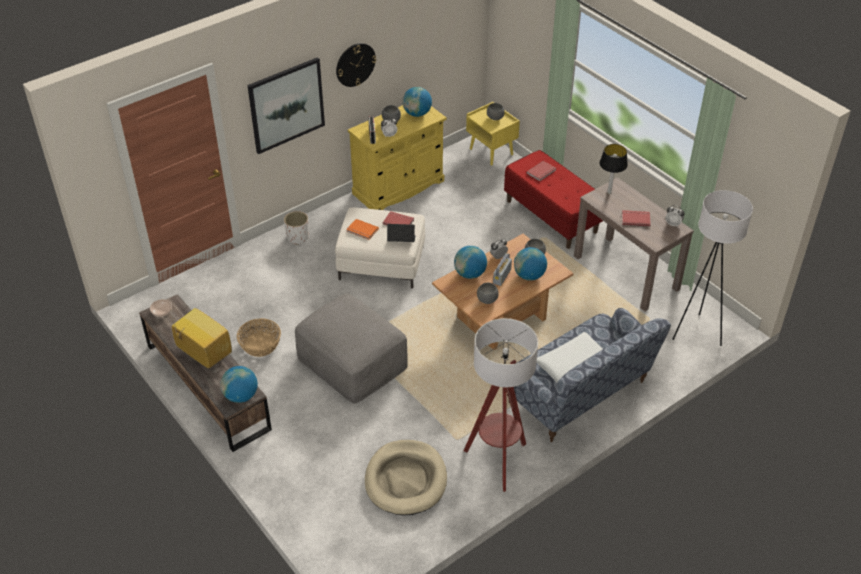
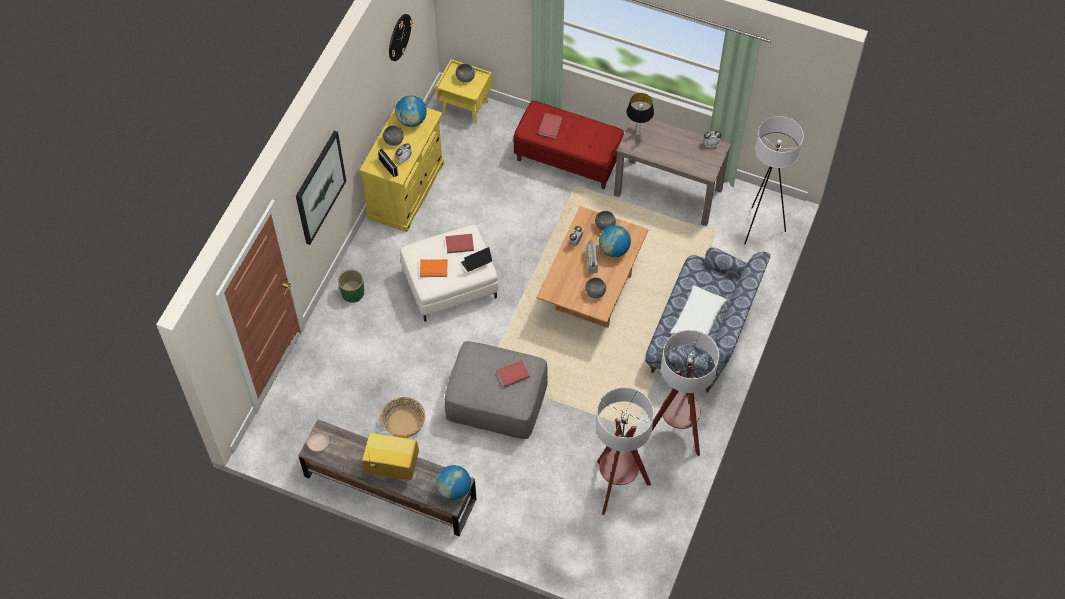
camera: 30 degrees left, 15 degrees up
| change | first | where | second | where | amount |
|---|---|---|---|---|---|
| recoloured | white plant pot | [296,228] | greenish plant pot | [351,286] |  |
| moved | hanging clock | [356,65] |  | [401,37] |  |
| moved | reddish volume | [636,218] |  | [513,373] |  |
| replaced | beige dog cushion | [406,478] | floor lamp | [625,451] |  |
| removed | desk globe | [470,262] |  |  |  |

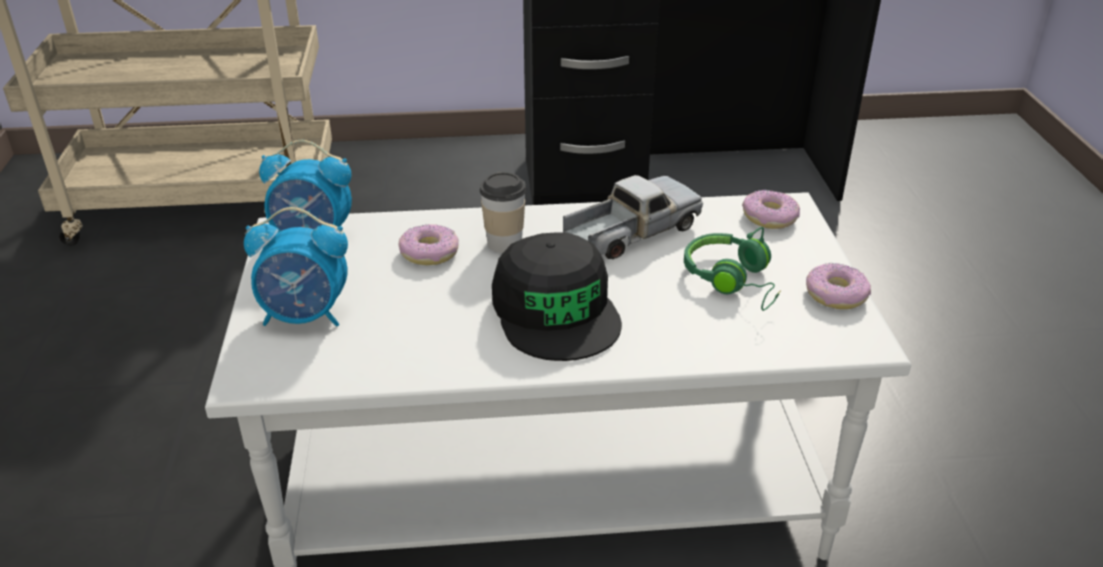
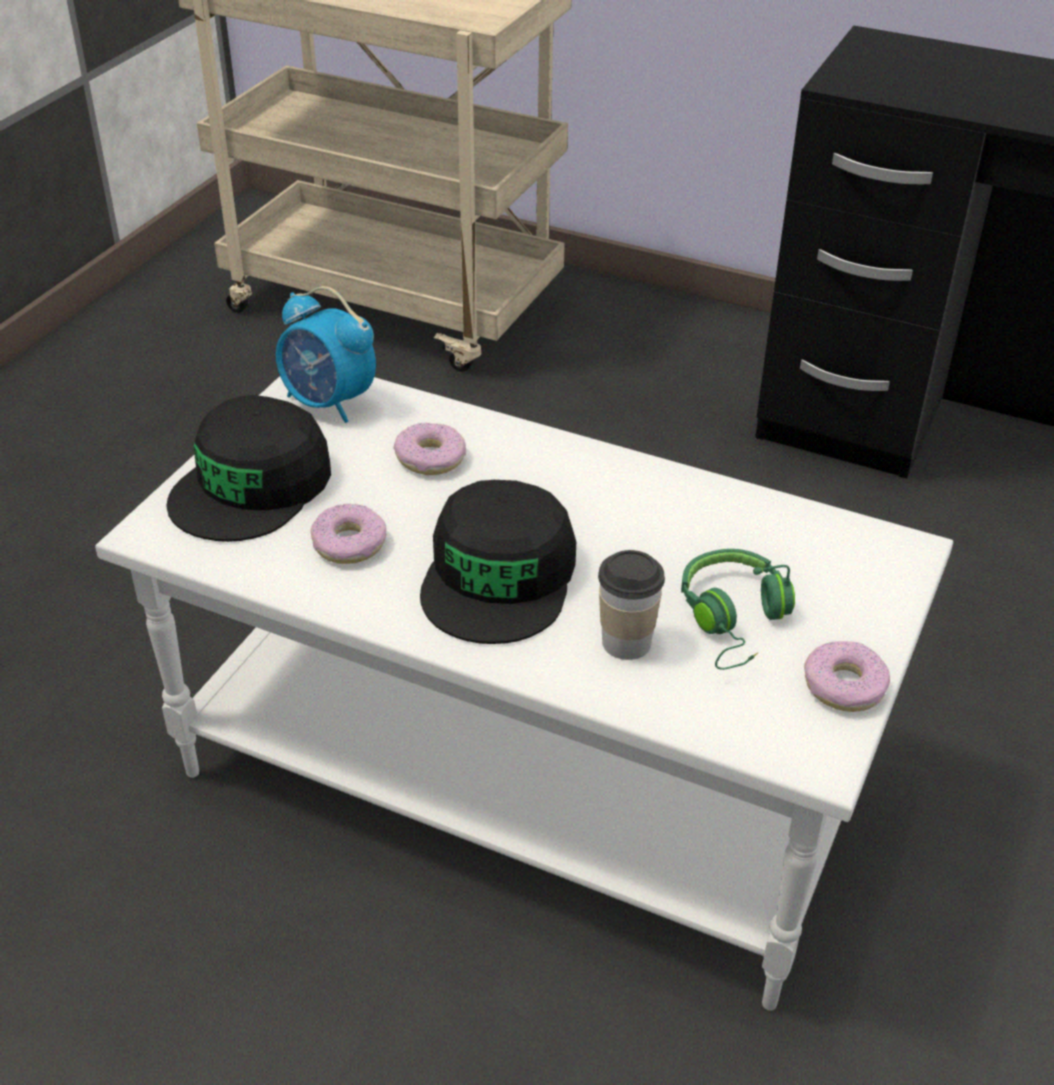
camera: 30 degrees right, 5 degrees up
| change | first | where | second | where | amount |
|---|---|---|---|---|---|
| replaced | table clock | [296,266] | black peaked cap | [248,468] |  |
| moved | doughnut | [771,209] |  | [348,534] |  |
| moved | drinking cup | [503,212] |  | [631,605] |  |
| removed | toy truck | [633,217] |  |  |  |

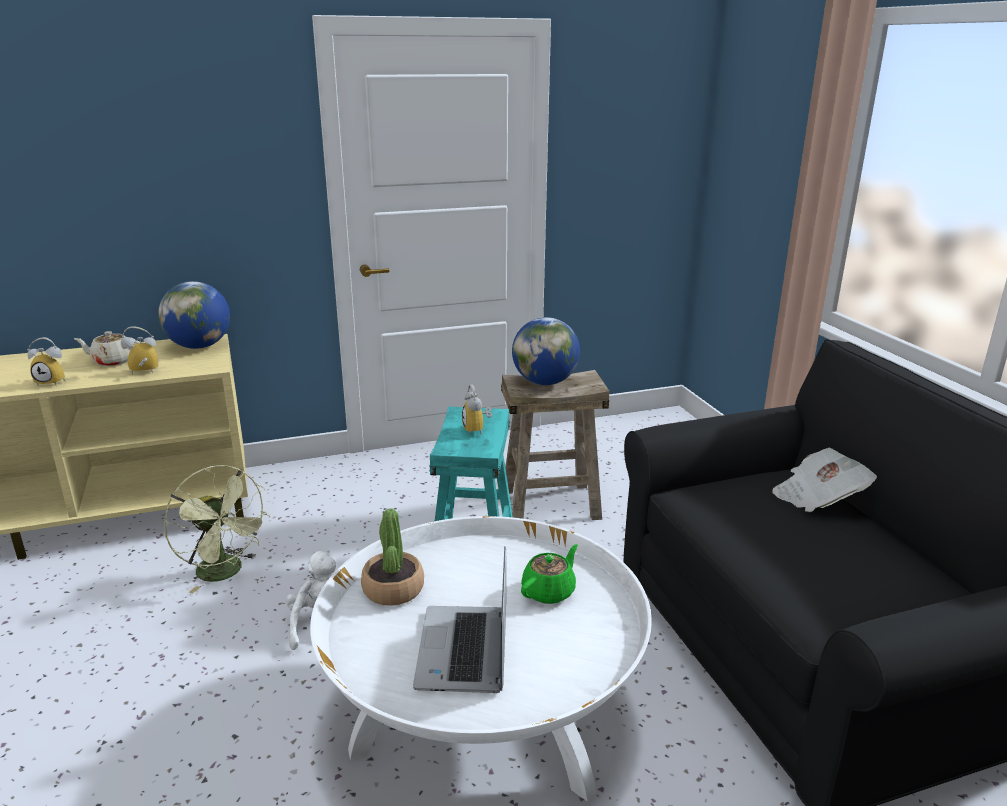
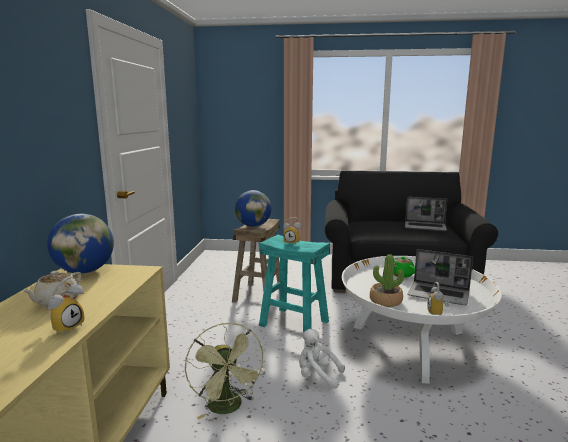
camera: 65 degrees left, 10 degrees down
| change | first | where | second | where | amount |
|---|---|---|---|---|---|
| turned | greenish electric fan | [217,529] |  | [225,371] | 90 degrees clockwise |
| added |  |  | laptop | [426,214] |  |
| moved | table clock | [140,350] |  | [438,298] |  |
| removed | printed paper | [825,480] |  |  |  |

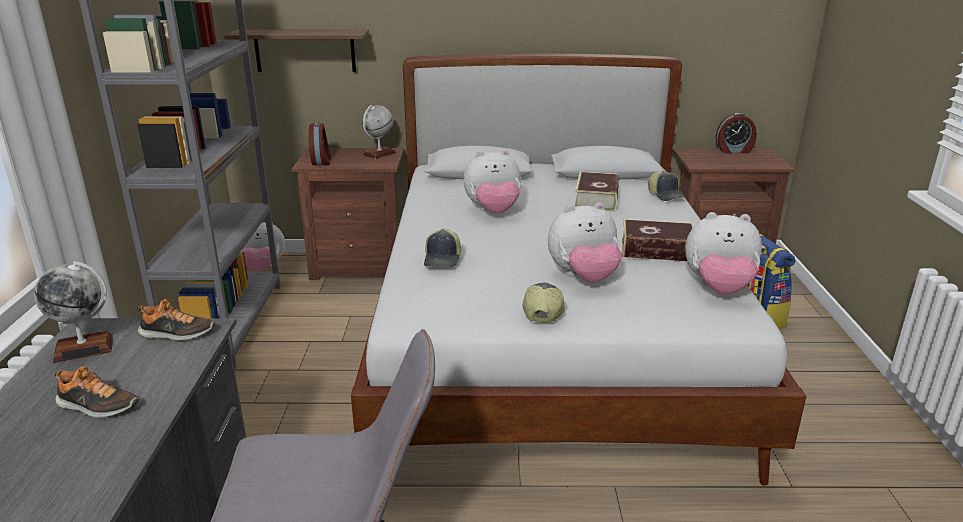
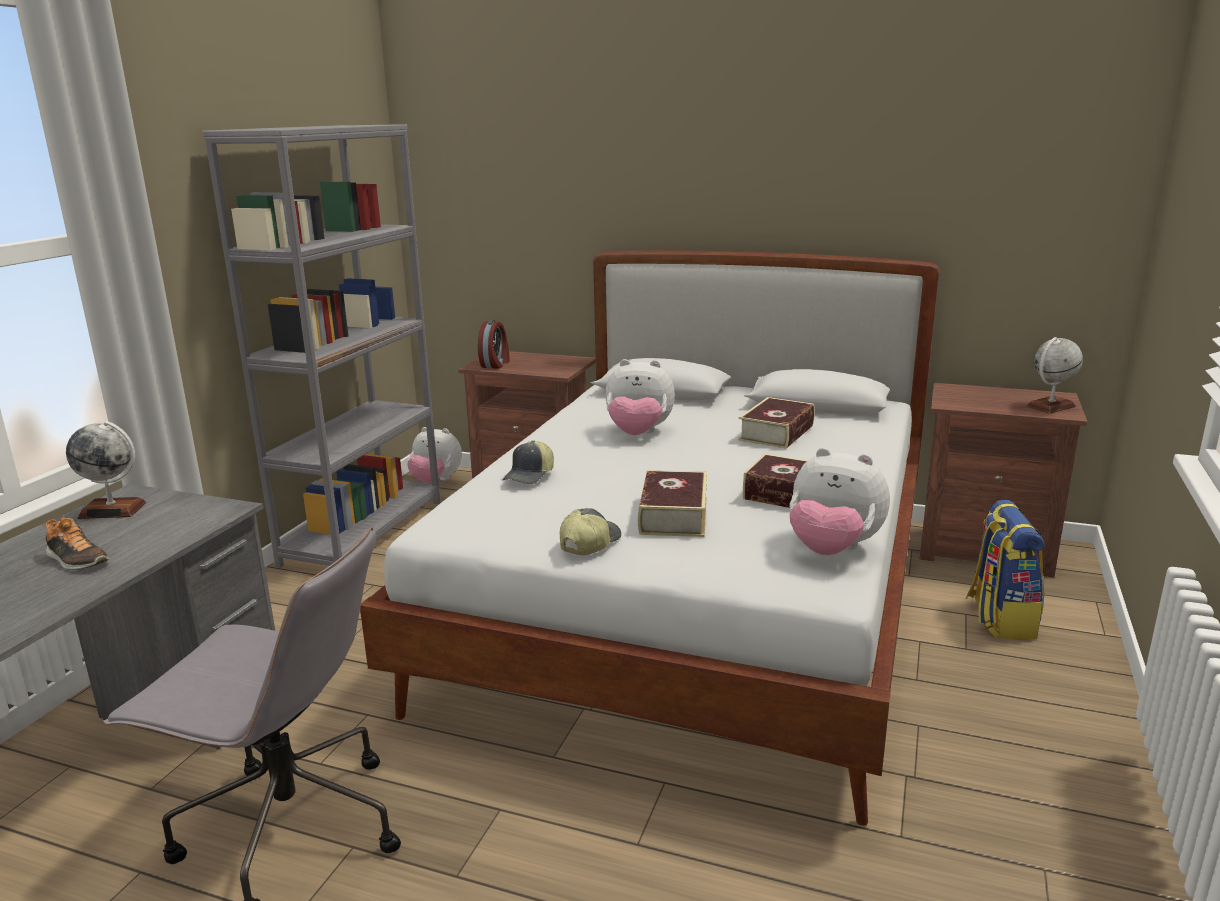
camera: 20 degrees right, 5 degrees down
| change | first | where | second | where | amount |
|---|---|---|---|---|---|
| replaced | soft toy | [585,242] | volume | [672,503] |  |
| moved | desk globe | [379,132] |  | [1054,375] |  |
| removed | low shoe | [176,320] |  |  |  |
| removed | shelf | [296,50] |  |  |  |
| removed | peaked cap | [667,186] |  |  |  |
| removed | table clock | [736,133] |  |  |  |

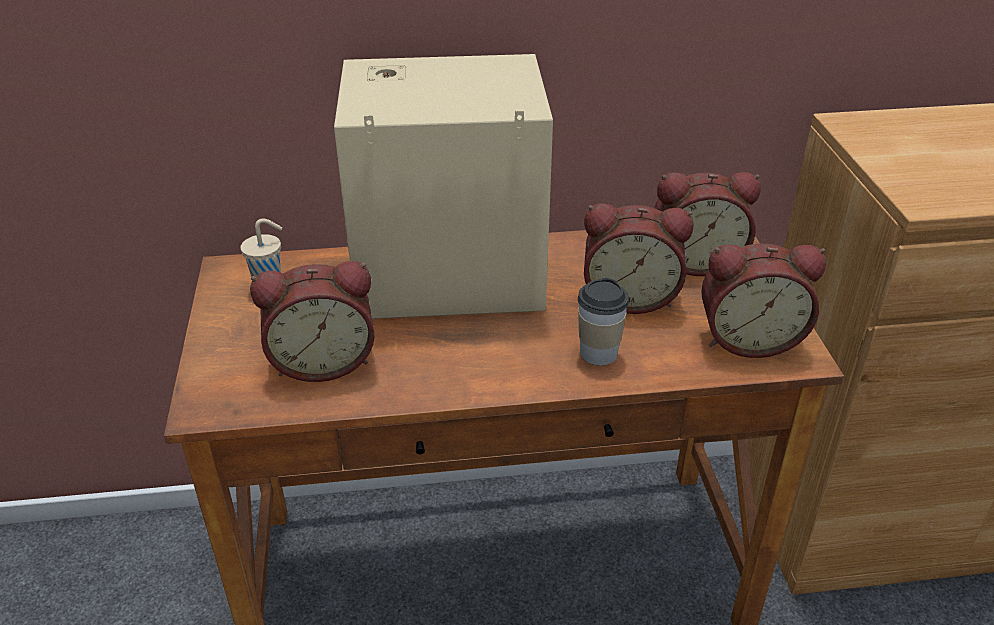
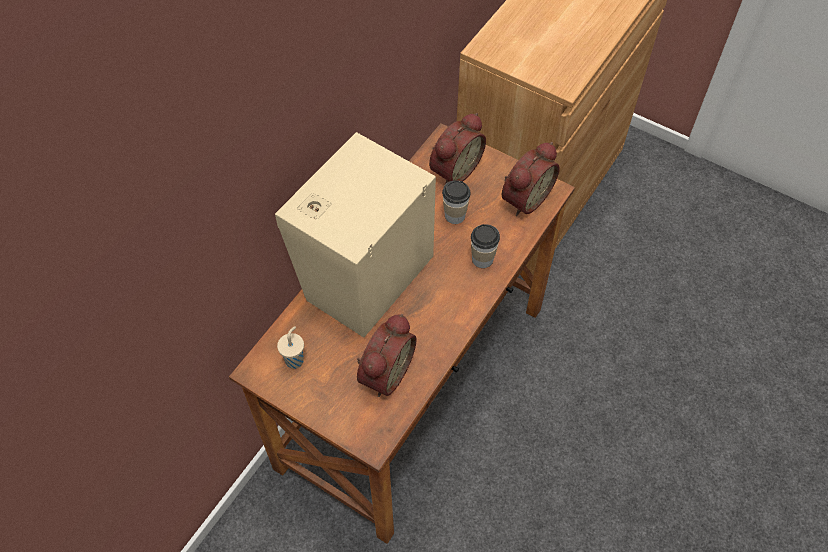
camera: 50 degrees left, 20 degrees up
| change | first | where | second | where | amount |
|---|---|---|---|---|---|
| replaced | table clock | [639,258] | drinking cup | [456,202] |  |

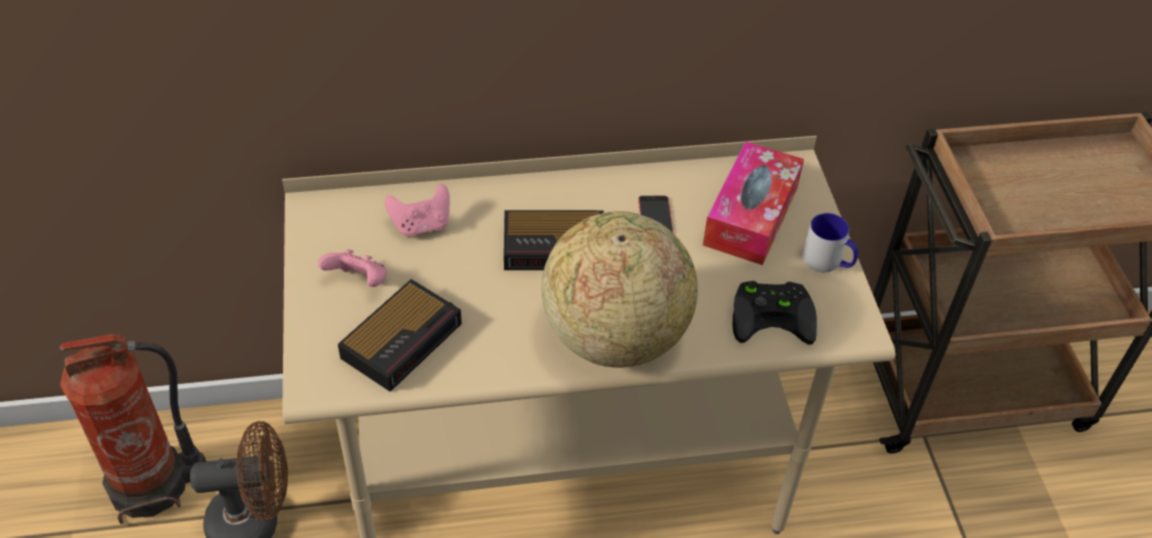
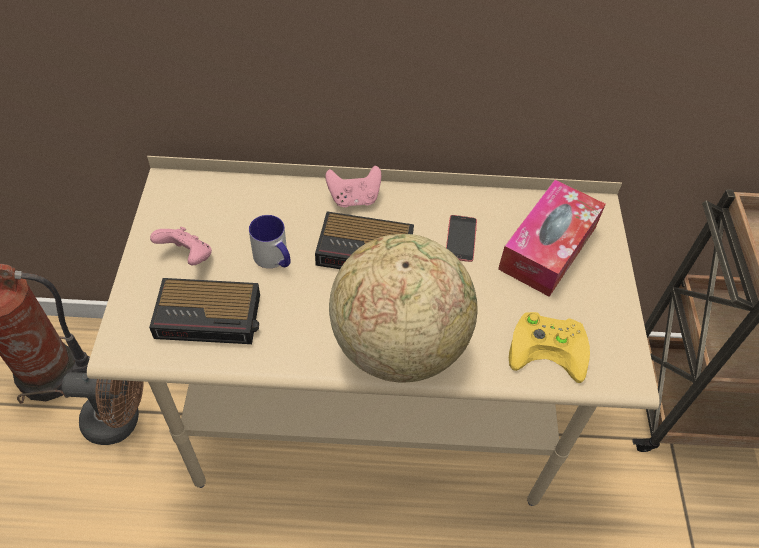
camera: 10 degrees right, 5 degrees up
| change | first | where | second | where | amount |
|---|---|---|---|---|---|
| turned | table clock | [400,335] |  | [204,311] | 45 degrees clockwise |
| moved | coffee mug | [830,243] |  | [270,241] |  |
| moved | pink gamepad | [417,210] |  | [353,186] |  |
| recoloured | black gamepad | [774,313] | yellow-coloured gamepad | [549,347] |  |

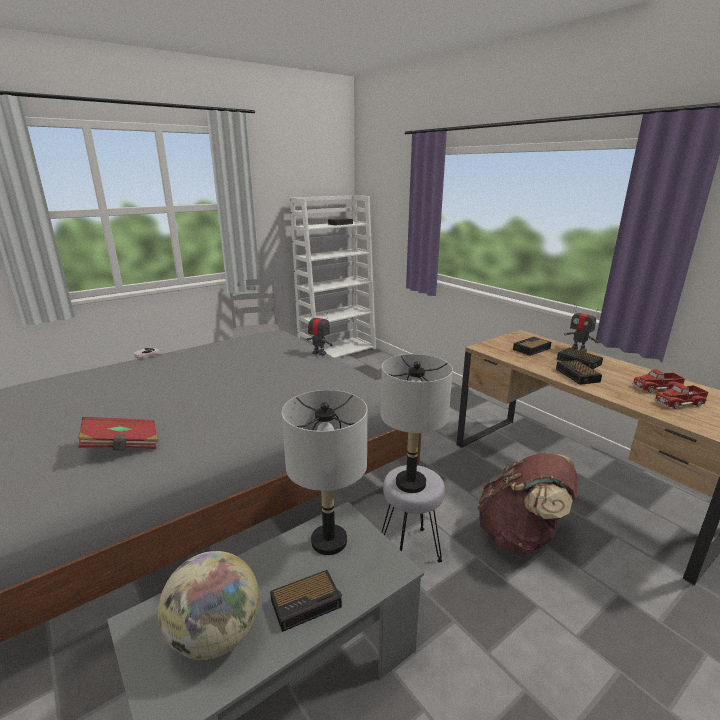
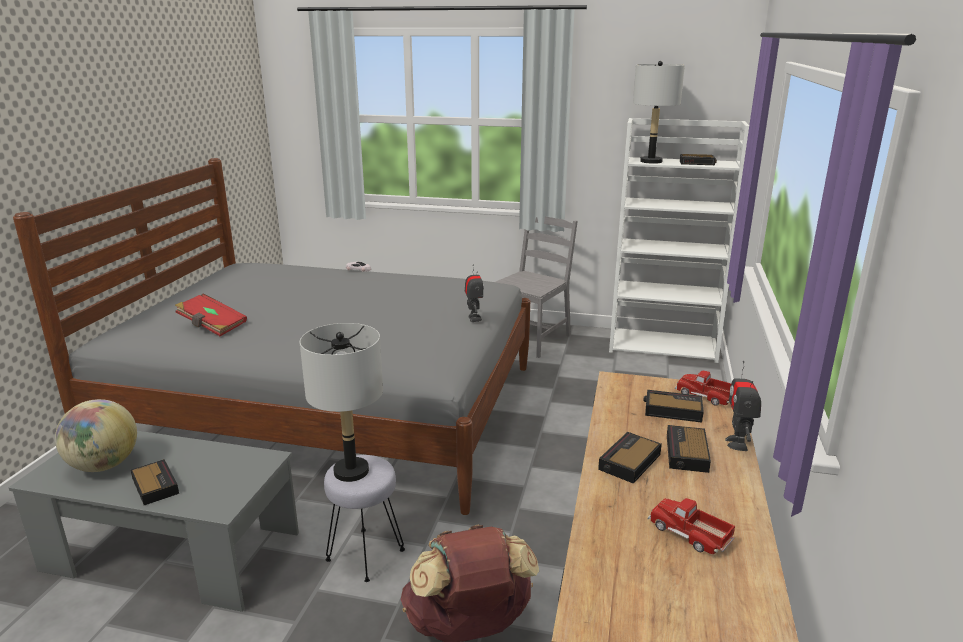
camera: 50 degrees right, 0 degrees up
| change | first | where | second | where | amount |
|---|---|---|---|---|---|
| turned | table clock | [306,601] |  | [155,482] | 150 degrees counterclockwise |
| moved | grey tabletop lamp | [324,472] |  | [659,112] |  |
| moved | toy truck | [681,396] |  | [703,388] |  |

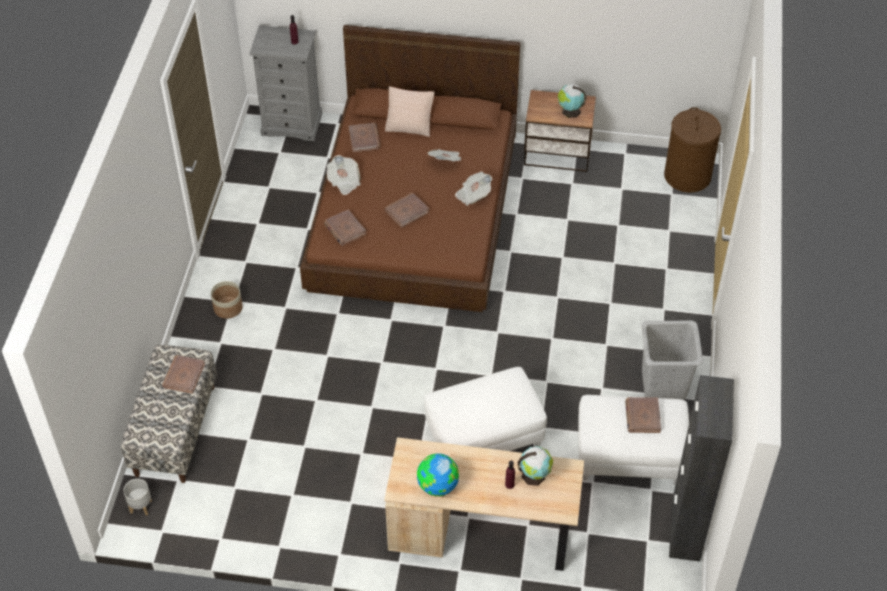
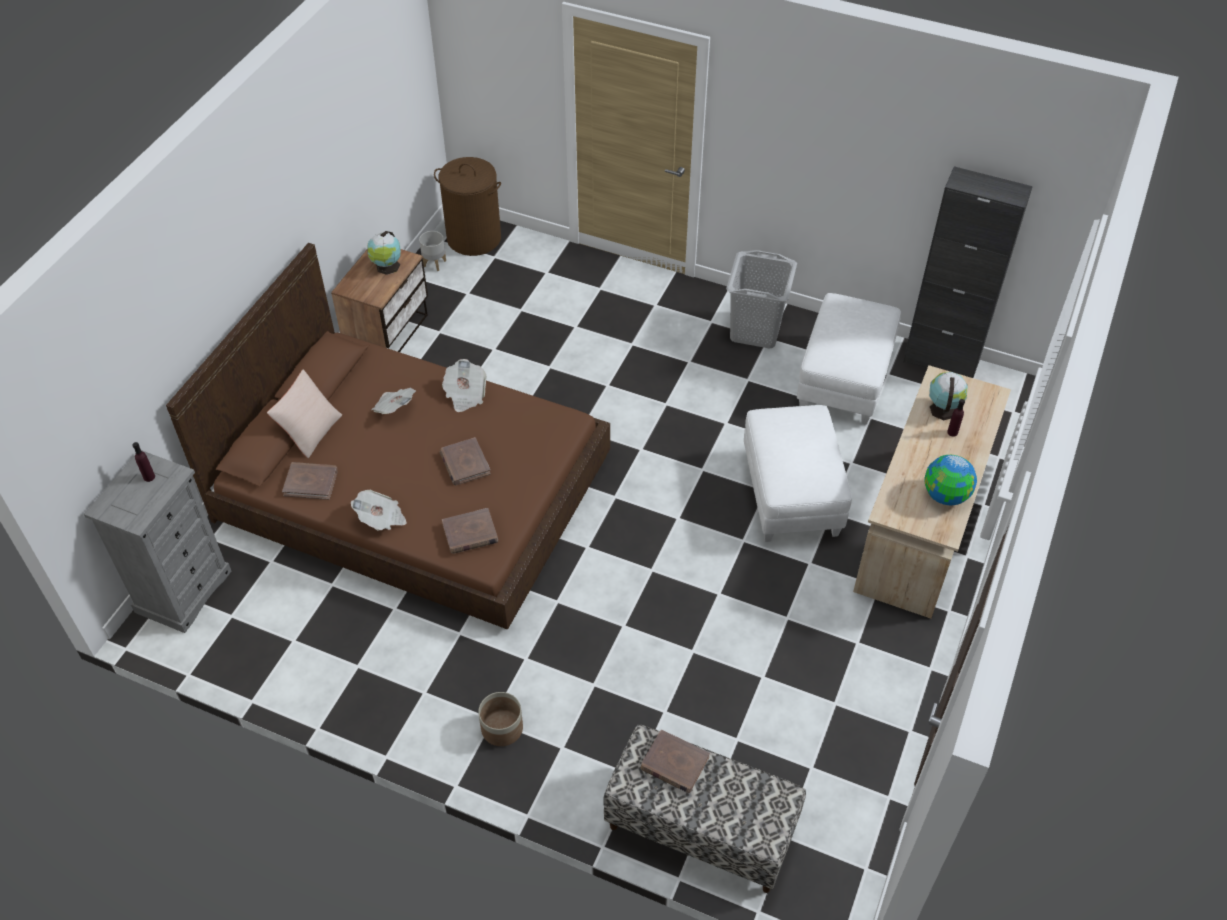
camera: 75 degrees left, 0 degrees up
| change | first | where | second | where | amount |
|---|---|---|---|---|---|
| moved | grey plant pot | [137,497] |  | [432,251] |  |
| removed | brownish volume | [643,415] |  |  |  |

